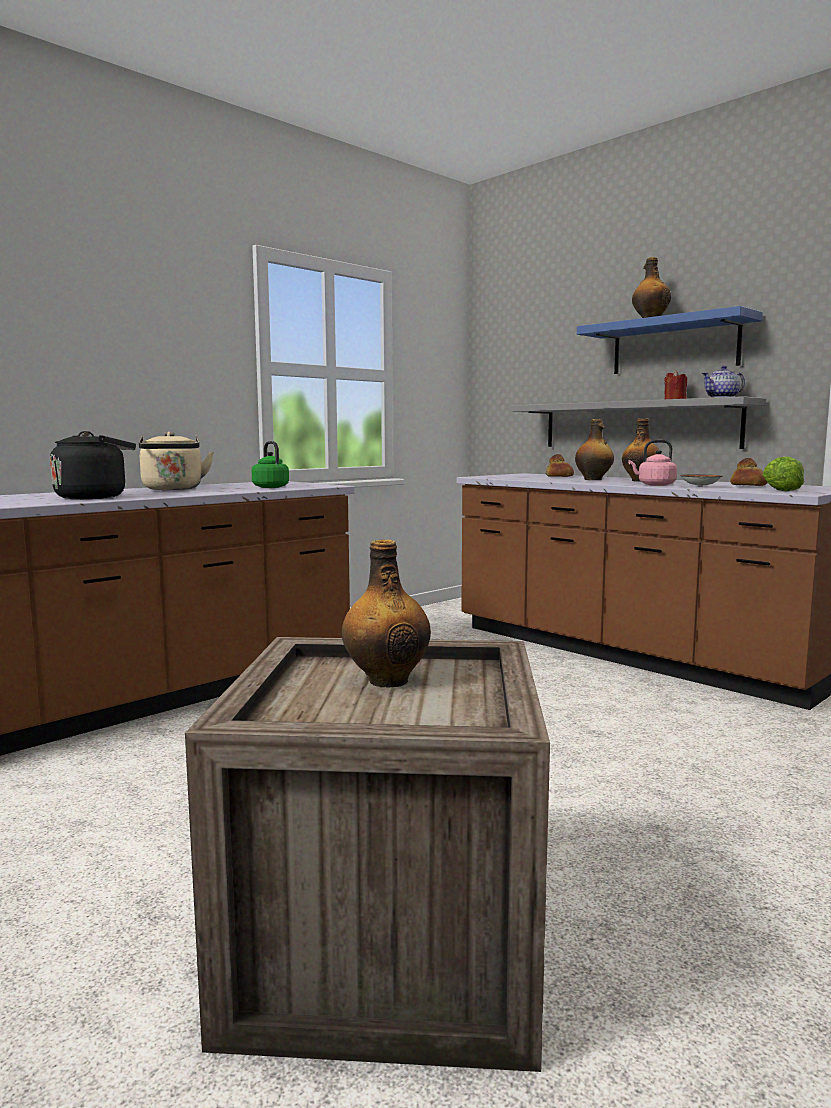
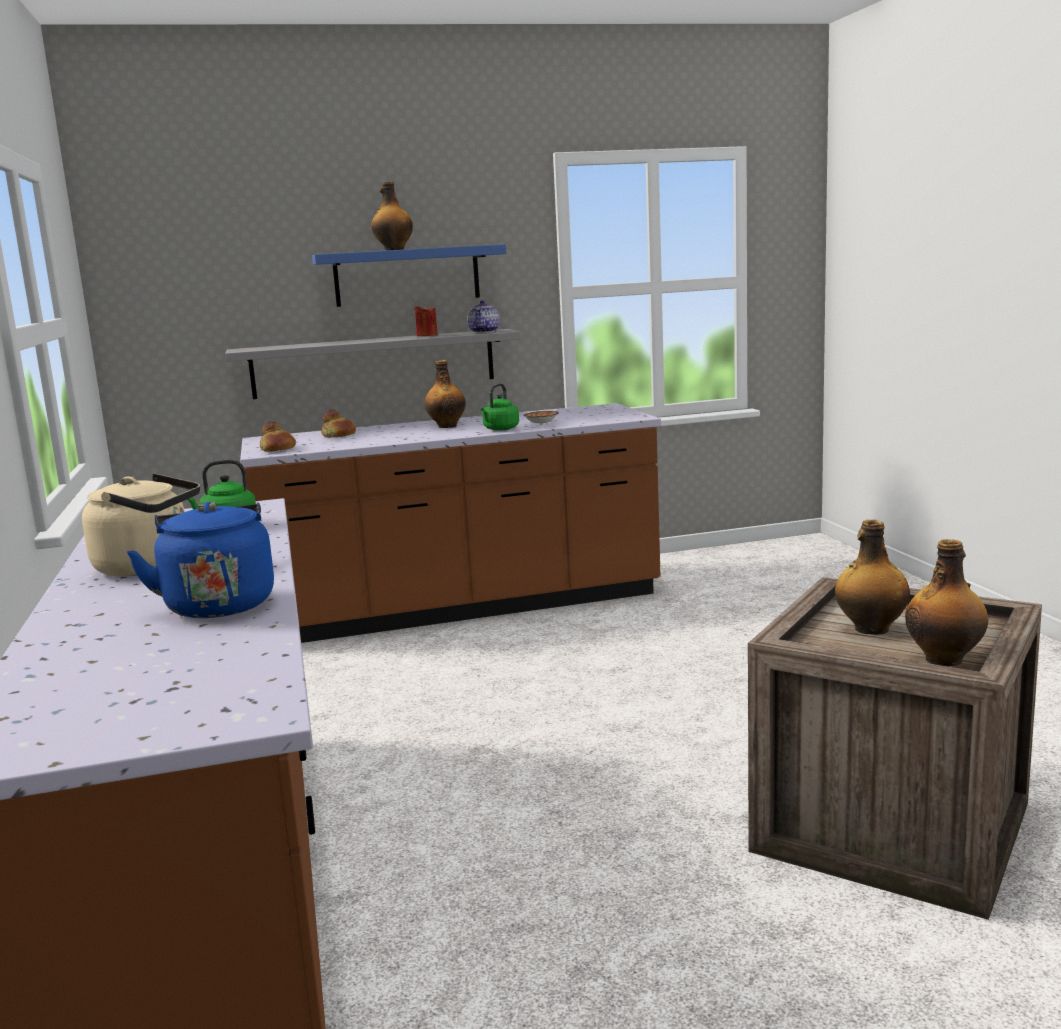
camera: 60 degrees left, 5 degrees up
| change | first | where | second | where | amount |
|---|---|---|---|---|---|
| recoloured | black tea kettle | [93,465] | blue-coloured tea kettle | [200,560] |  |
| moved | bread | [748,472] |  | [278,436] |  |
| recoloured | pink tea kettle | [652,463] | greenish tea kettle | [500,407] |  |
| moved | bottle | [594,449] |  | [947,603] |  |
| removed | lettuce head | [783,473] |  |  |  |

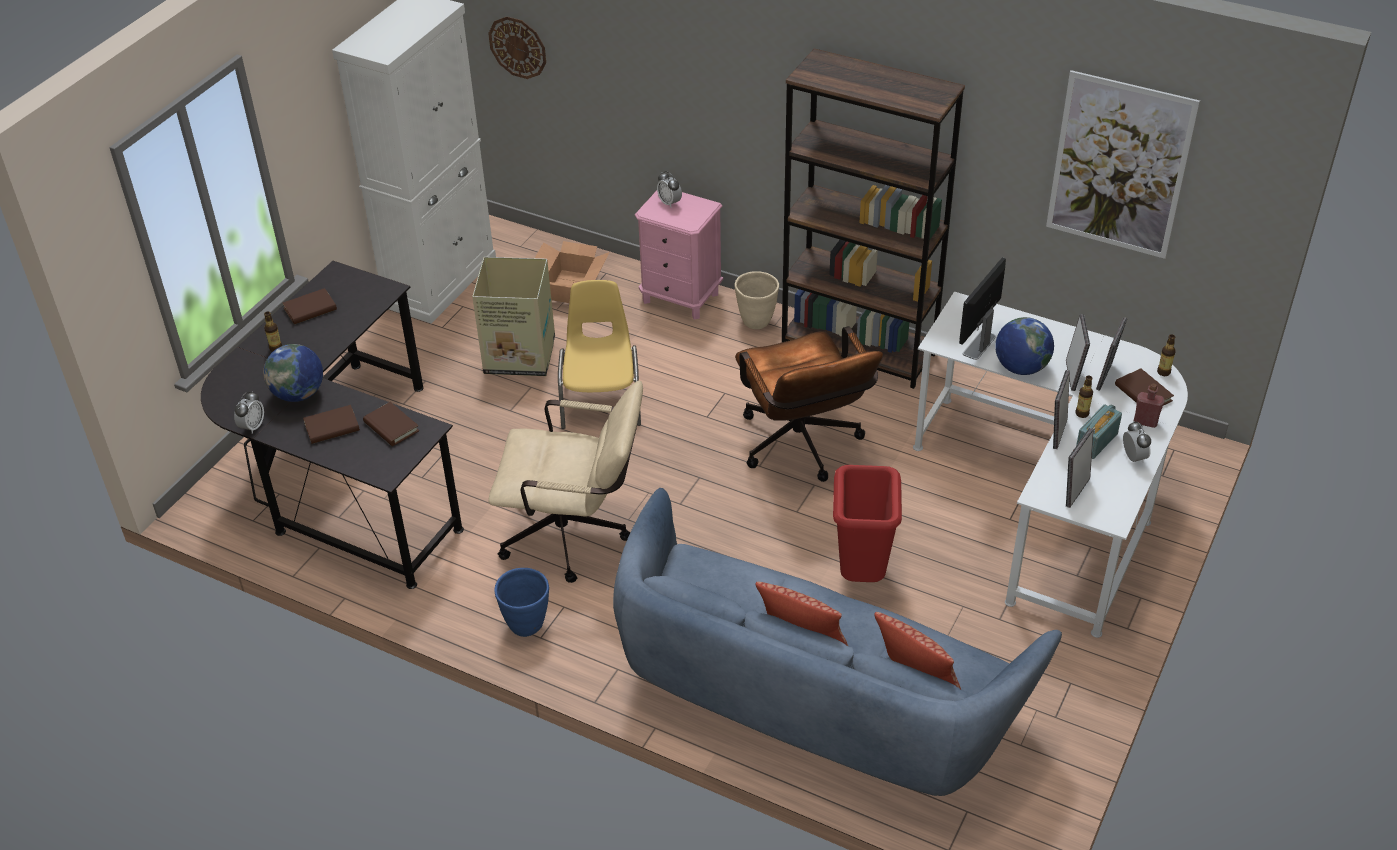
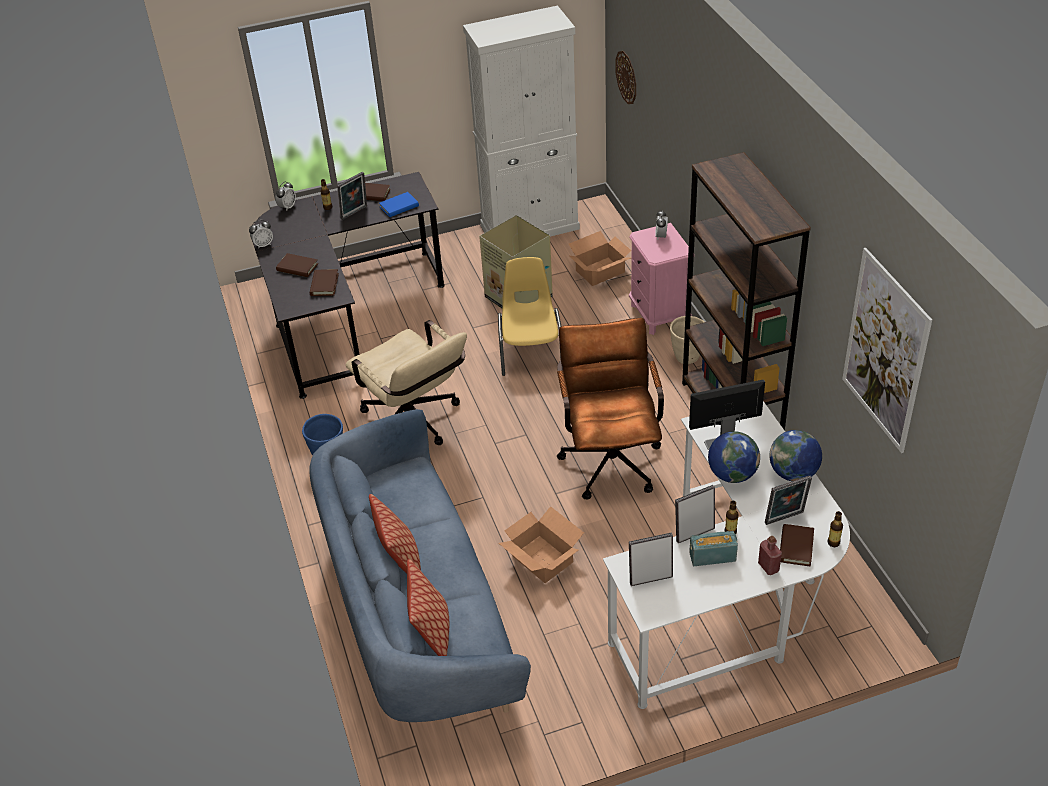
camera: 45 degrees right, 0 degrees up
| change | first | where | second | where | amount |
|---|---|---|---|---|---|
| moved | table clock | [1137,442] |  | [286,196] |  |
| moved | photo frame | [1078,352] |  | [352,196] |  |
| added |  |  | blue-coloured volume | [399,204] |  |
| turned | yellow-coloured upright chair | [599,354] |  | [530,316] | 45 degrees counterclockwise |
| replaced | reddish trash can | [867,523] | carton | [541,544] |  |
| turned | brownish office chair | [809,404] |  | [610,409] | 150 degrees clockwise |
| moved | desk globe | [293,373] |  | [795,455] |  |

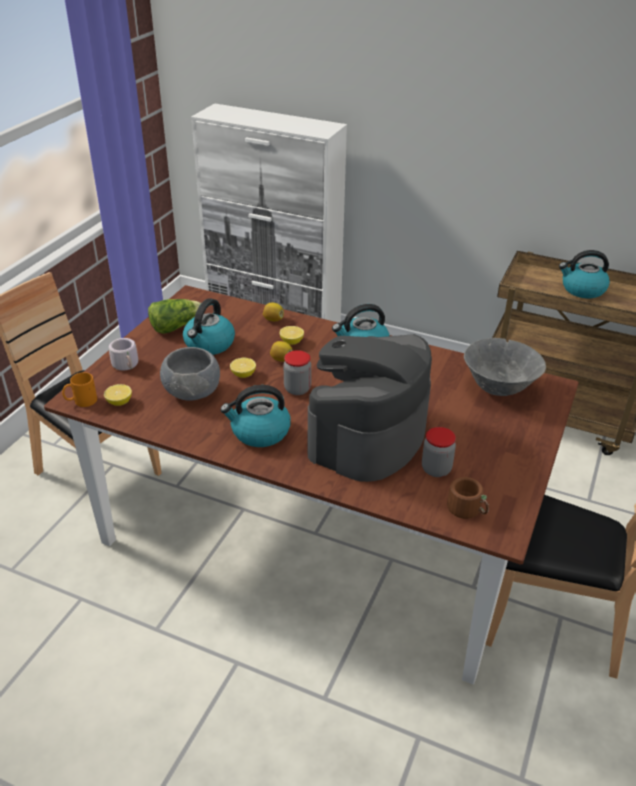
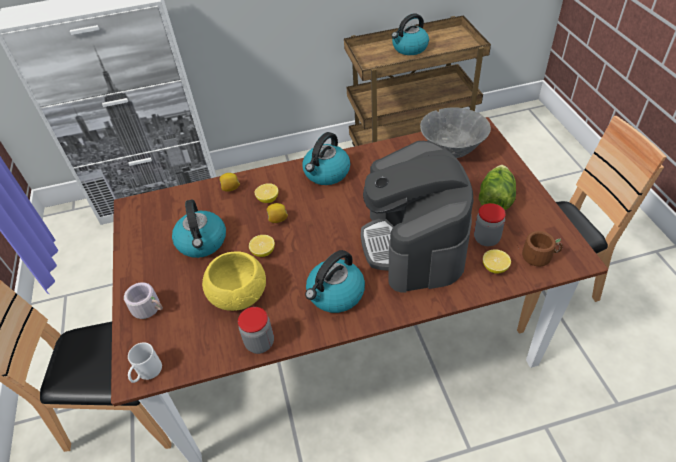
camera: 35 degrees left, 10 degrees up
| change | first | where | second | where | amount |
|---|---|---|---|---|---|
| recoloured | orangey coffee mug | [79,389] | white coffee mug | [145,362] |  |
| recoloured | grey deep dish | [190,374] | yellow-coloured deep dish | [234,281] |  |
| moved | storage jar | [297,372] |  | [256,330] |  |
| moved | lettuce head | [174,316] |  | [497,187] |  |
| moved | lemon | [118,395] |  | [497,261] |  |

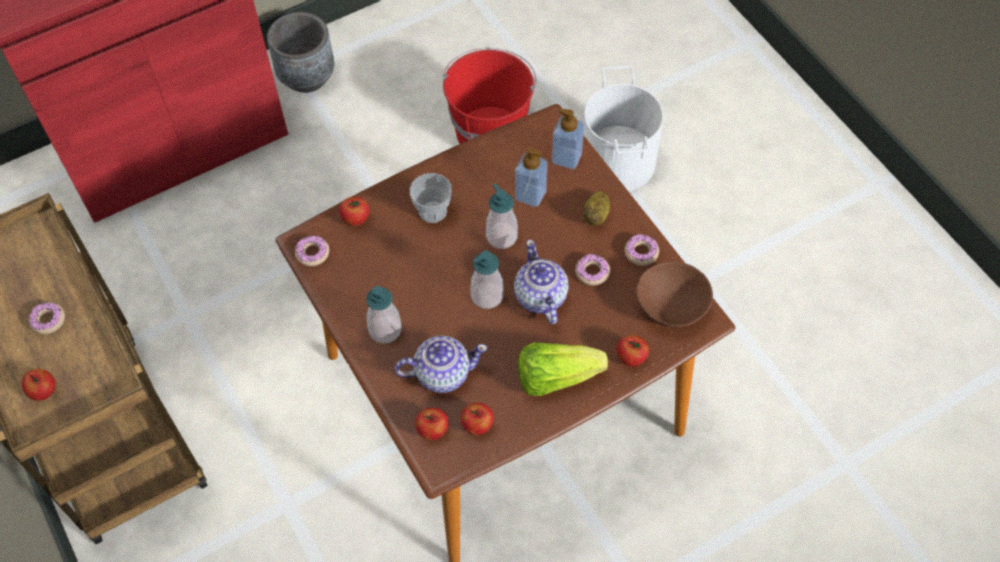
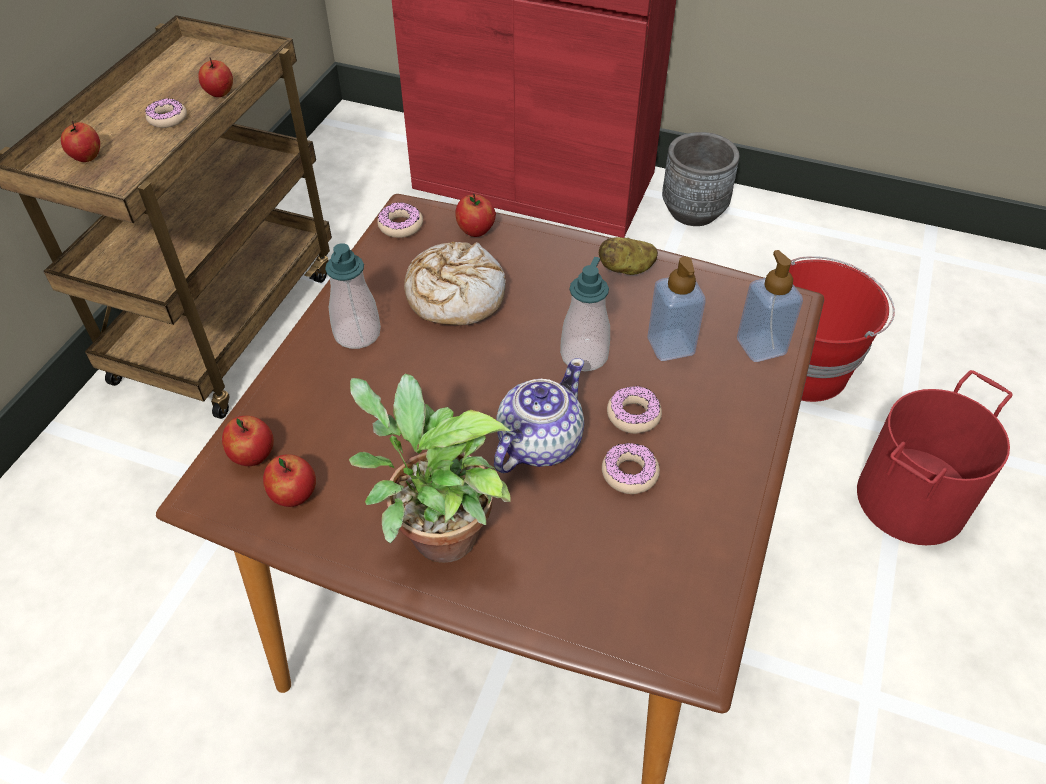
camera: 50 degrees right, 10 degrees down
| change | first | where | second | where | amount |
|---|---|---|---|---|---|
| moved | apple | [633,350] |  | [215,77] |  |
| replaced | lettuce head | [563,369] | plant in a pot | [430,468] |  |
| added |  |  | bread | [455,283] |  |
| moved | whole potato | [596,208] |  | [628,256] |  |
| moved | doughnut | [642,250] |  | [634,410] |  |
| recoloured | white water bucket | [624,128] | reddish water bucket | [935,457] |  |
| removed | tea pot | [441,364] |  |  |  |
| removed | drinking cup | [431,198] |  |  |  |
| removed | soap dispenser | [487,280] |  |  |  |
| removed | brownish deep dish | [674,294] |  |  |  |

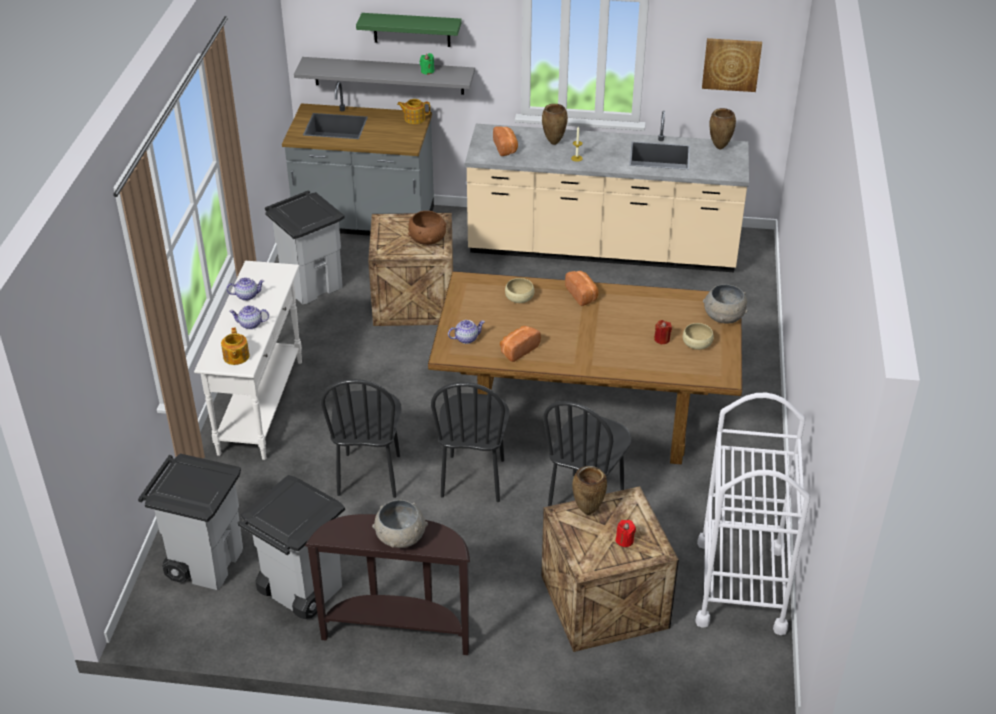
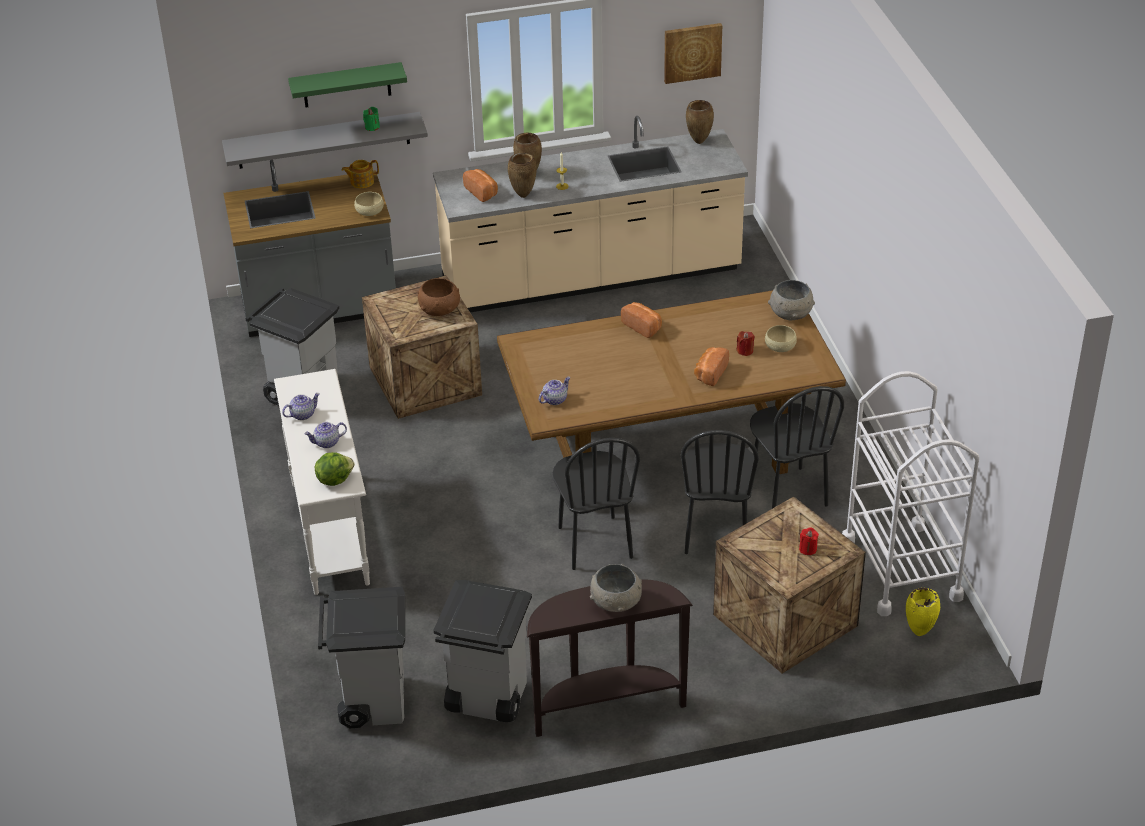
camera: 20 degrees left, 0 degrees up
| change | first | where | second | where | amount |
|---|---|---|---|---|---|
| replaced | tea pot | [235,346] | lettuce head | [335,469] |  |
| moved | beige deep dish | [519,290] |  | [369,204] |  |
| moved | brownish vase | [589,490] |  | [522,175] |  |
| moved | bread | [520,344] |  | [711,366] |  |
| moved | black upright chair | [361,438] |  | [797,447] |  |
| added |  |  | yellow-coloured vase | [923,612] |  |

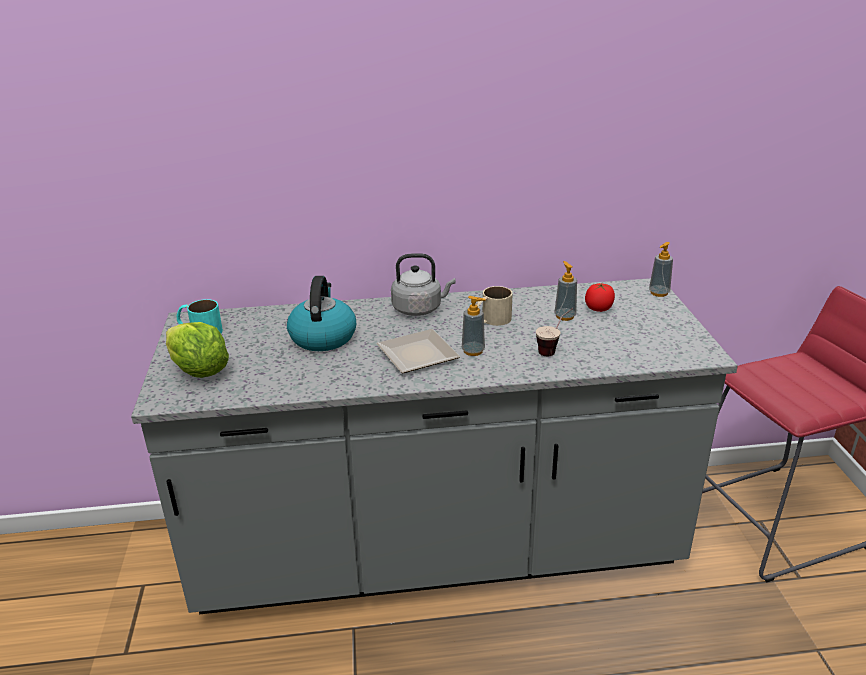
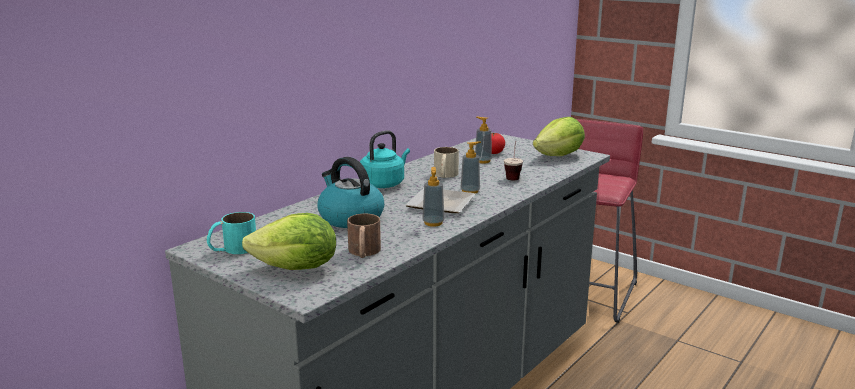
camera: 45 degrees left, 10 degrees down
| change | first | where | second | where | amount |
|---|---|---|---|---|---|
| added |  |  | brownish coffee mug | [364,236] |  |
| recoloured | grey tea kettle | [423,284] | turquoise tea kettle | [385,159] |  |
| moved | soap dispenser | [661,269] |  | [433,197] |  |
| added |  |  | lettuce head | [559,136] |  |

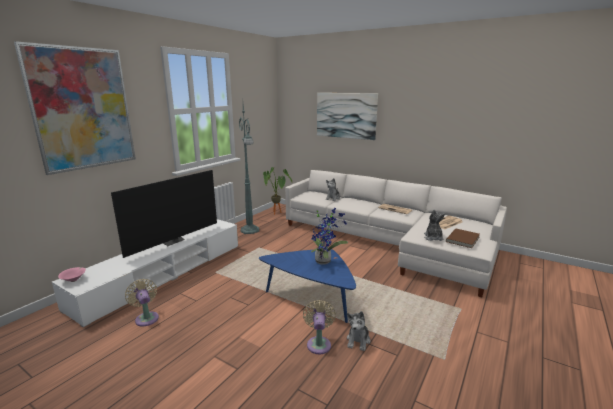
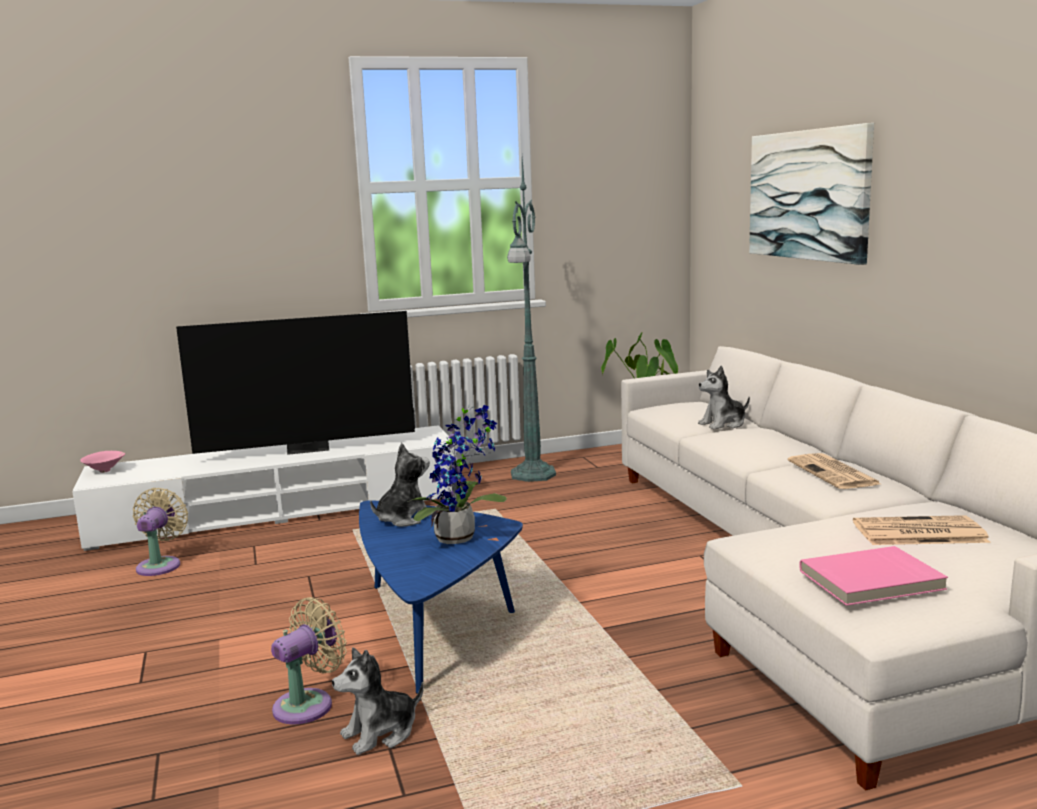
camera: 40 degrees right, 5 degrees down
| change | first | where | second | where | amount |
|---|---|---|---|---|---|
| moved | soft toy | [434,225] |  | [401,485] |  |
| recoloured | brownish volume | [463,238] | pink volume | [873,576] |  |
| removed | wall art | [75,108] |  |  |  |

